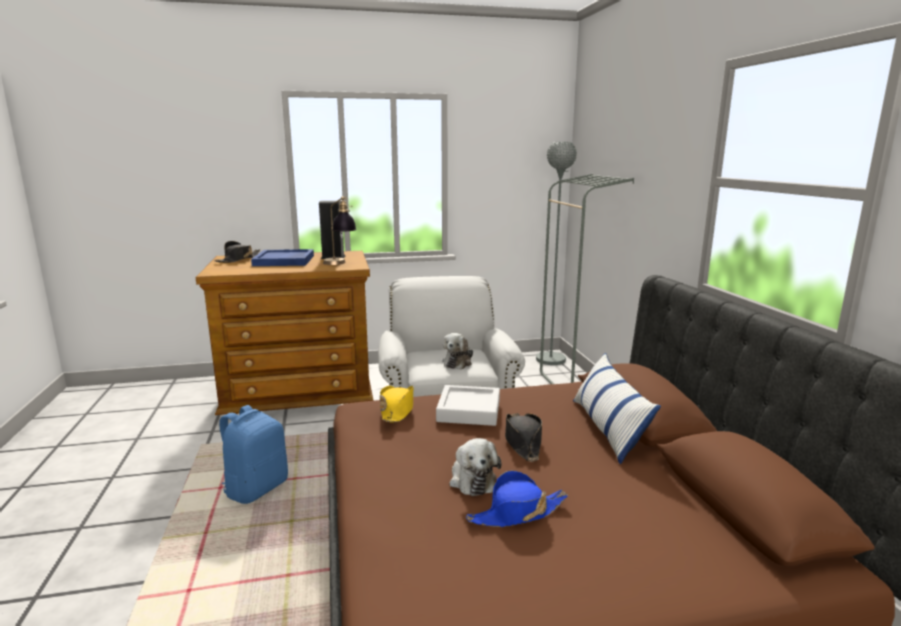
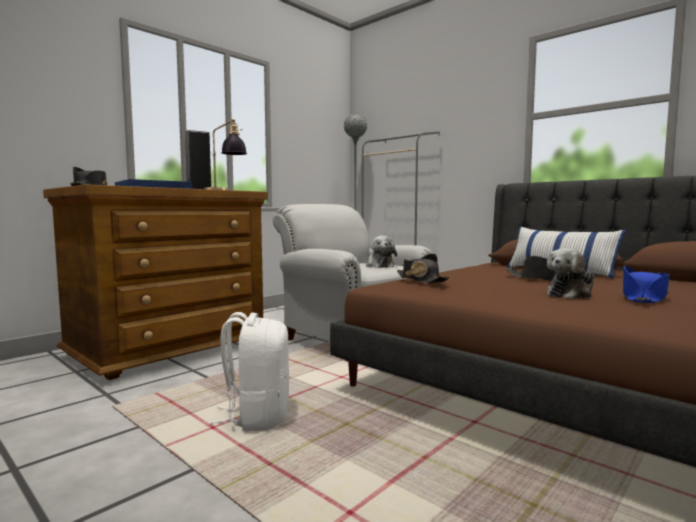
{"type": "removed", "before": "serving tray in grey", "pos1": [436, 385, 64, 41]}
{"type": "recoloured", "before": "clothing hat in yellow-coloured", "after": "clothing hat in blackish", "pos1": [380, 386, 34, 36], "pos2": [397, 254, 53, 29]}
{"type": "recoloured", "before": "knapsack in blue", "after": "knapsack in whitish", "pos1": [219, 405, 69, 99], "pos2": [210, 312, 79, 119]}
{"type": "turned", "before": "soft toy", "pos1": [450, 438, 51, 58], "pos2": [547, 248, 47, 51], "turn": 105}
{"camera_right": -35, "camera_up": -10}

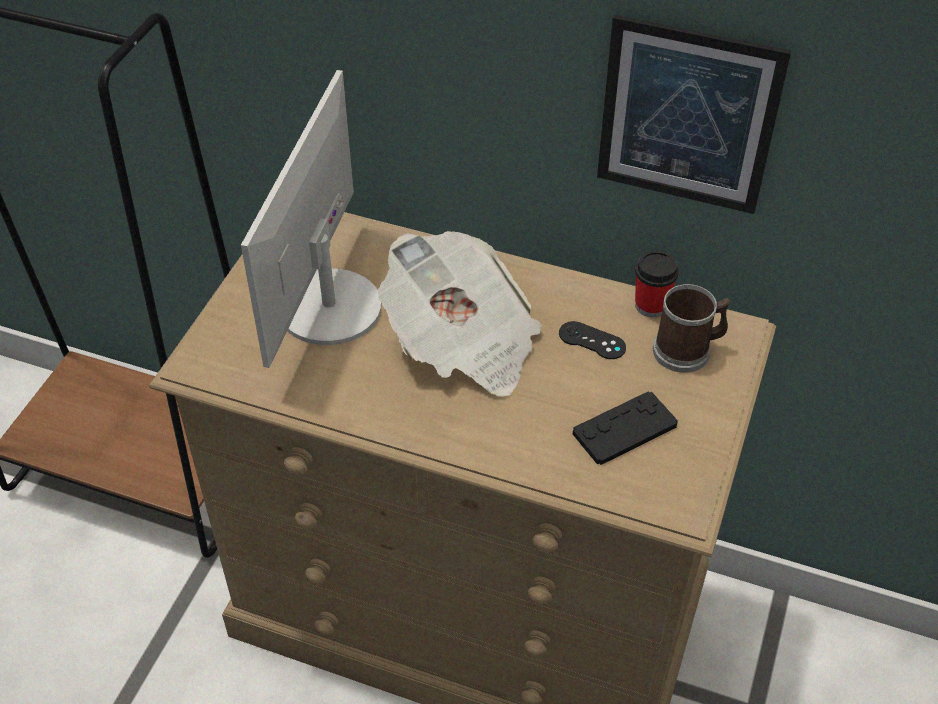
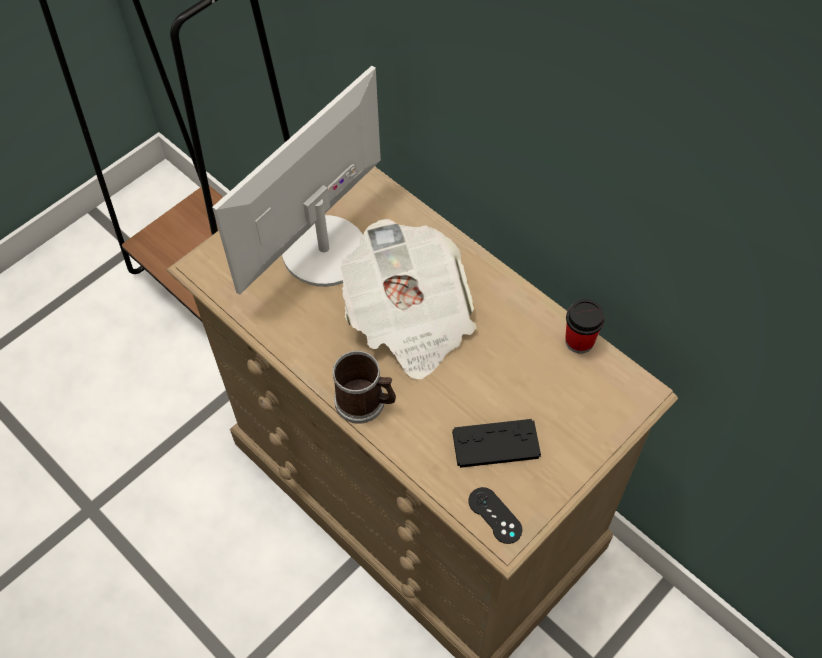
{"type": "removed", "before": "picture", "pos1": [597, 15, 194, 199]}
{"type": "moved", "before": "tea mug", "pos1": [653, 284, 78, 89], "pos2": [333, 351, 63, 73]}
{"type": "moved", "before": "joypad in blackish", "pos1": [559, 321, 67, 38], "pos2": [469, 487, 53, 57]}
{"camera_right": 25, "camera_up": 10}

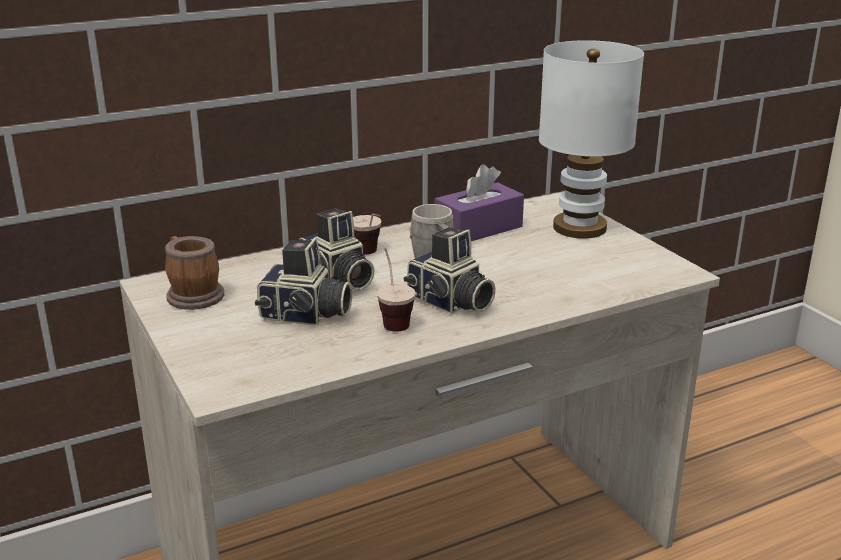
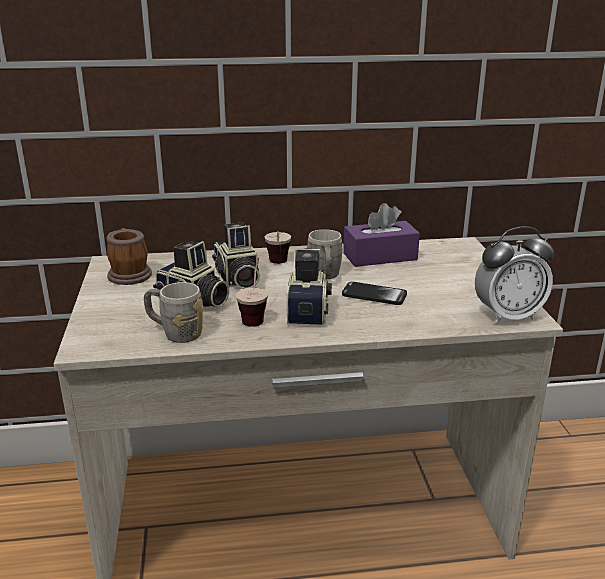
{"type": "removed", "before": "lamp for a table in whitish", "pos1": [539, 40, 105, 199]}
{"type": "turned", "before": "photo camera", "pos1": [404, 227, 92, 87], "pos2": [287, 248, 45, 77], "turn": -150}
{"type": "added", "after": "table clock", "pos2": [475, 226, 79, 98]}
{"type": "added", "after": "tea mug in grey", "pos2": [144, 282, 59, 61]}
{"type": "added", "after": "telephone", "pos2": [342, 282, 65, 23]}
{"camera_right": 20, "camera_up": 0}

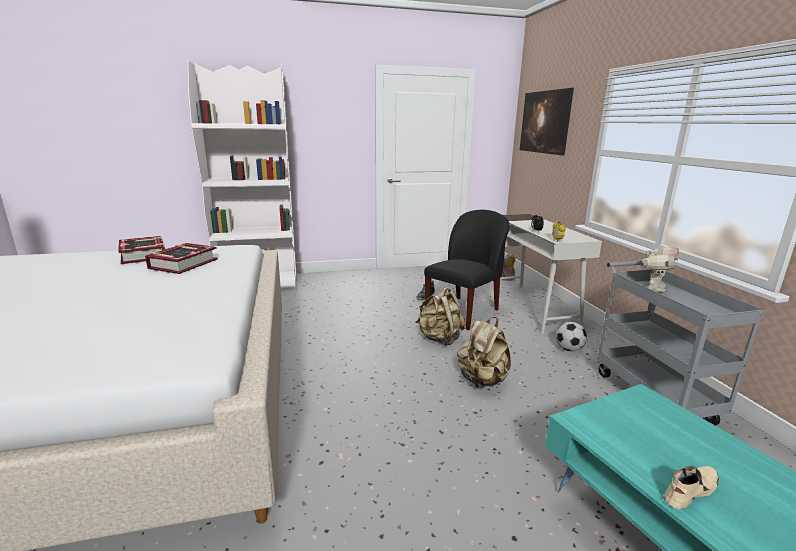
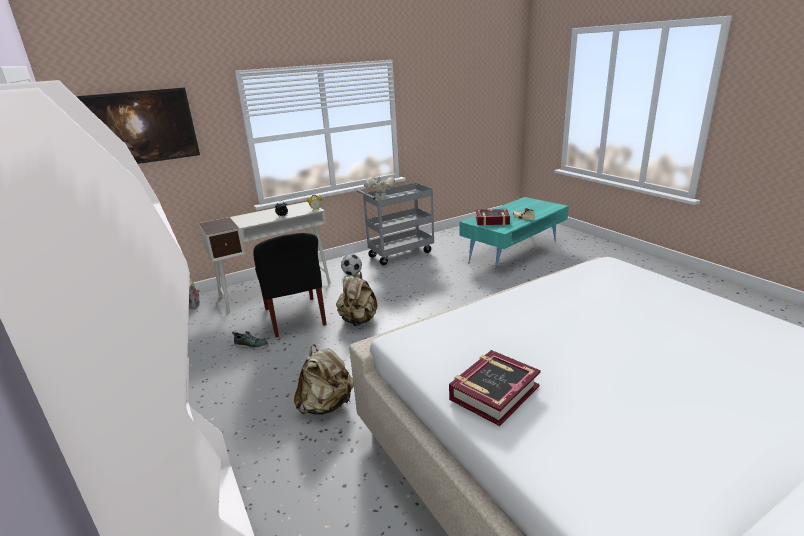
{"type": "turned", "before": "upright chair in blackish", "pos1": [424, 210, 86, 120], "pos2": [253, 233, 74, 104], "turn": -135}
{"type": "moved", "before": "bound book", "pos1": [145, 243, 73, 31], "pos2": [476, 209, 34, 17]}
{"type": "moved", "before": "knapsack in beige-coloured", "pos1": [457, 317, 54, 71], "pos2": [294, 344, 60, 71]}
{"camera_right": -105, "camera_up": 5}

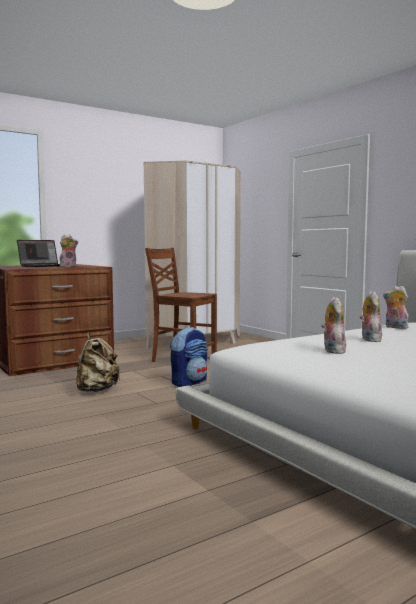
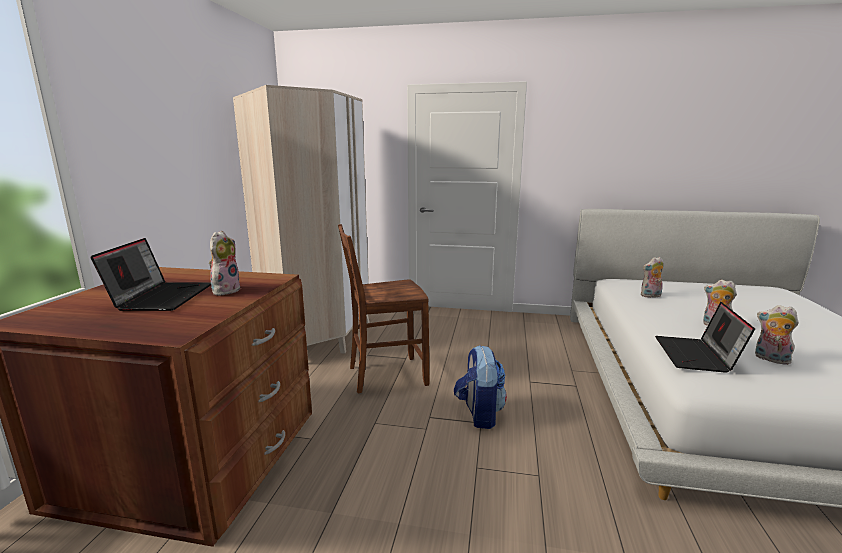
{"type": "removed", "before": "knapsack in beige-coloured", "pos1": [76, 332, 44, 60]}
{"type": "added", "after": "portable computer", "pos2": [655, 302, 100, 71]}
{"camera_right": -45, "camera_up": 10}

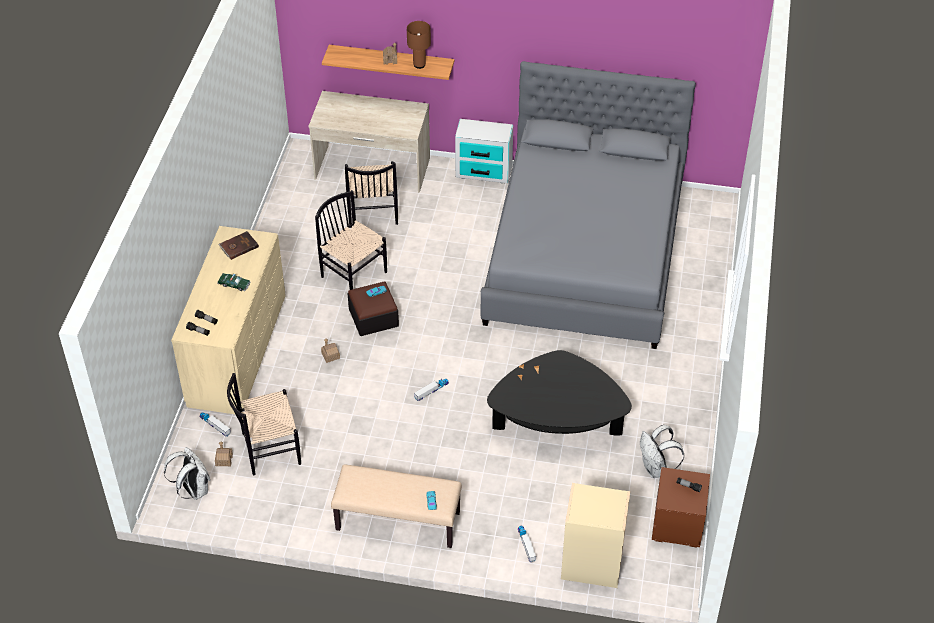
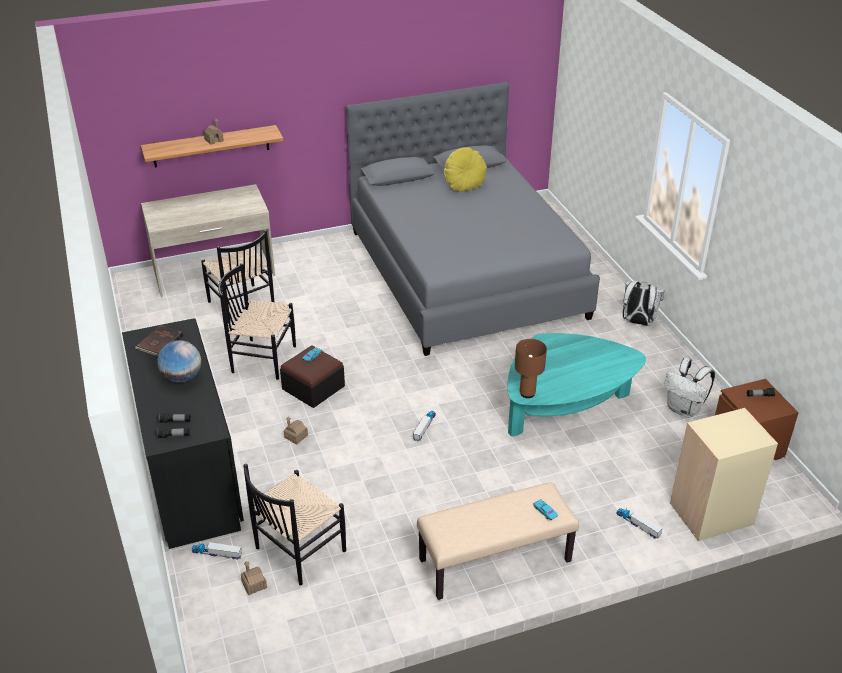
{"type": "moved", "before": "lamp for a table in brown-coloured", "pos1": [407, 21, 24, 48], "pos2": [515, 339, 32, 59]}
{"type": "removed", "before": "night table in whitish", "pos1": [455, 119, 58, 65]}
{"type": "recoloured", "before": "dresser in beige-coloured", "after": "dresser in blackish", "pos1": [171, 226, 115, 189], "pos2": [122, 318, 122, 231]}
{"type": "replaced", "before": "toy car", "after": "globe", "pos1": [217, 273, 33, 18], "pos2": [157, 340, 44, 43]}
{"type": "recoloured", "before": "coffee table in blackish", "after": "coffee table in turquoise", "pos1": [487, 350, 145, 86], "pos2": [507, 333, 139, 104]}
{"type": "moved", "before": "knapsack in whitish", "pos1": [164, 447, 46, 53], "pos2": [623, 281, 42, 45]}
{"type": "added", "after": "cushion in yellow-coloured", "pos2": [444, 147, 43, 45]}
{"camera_right": -30, "camera_up": -10}

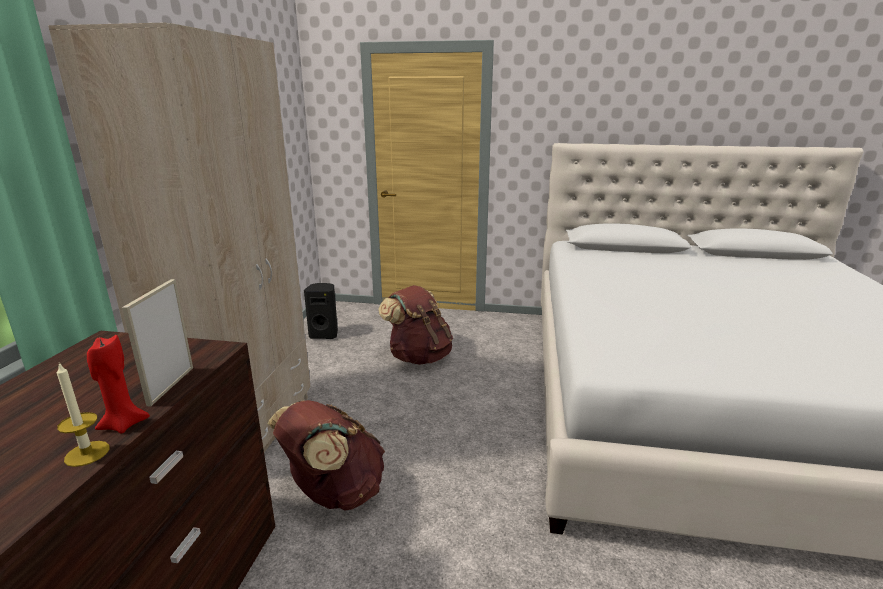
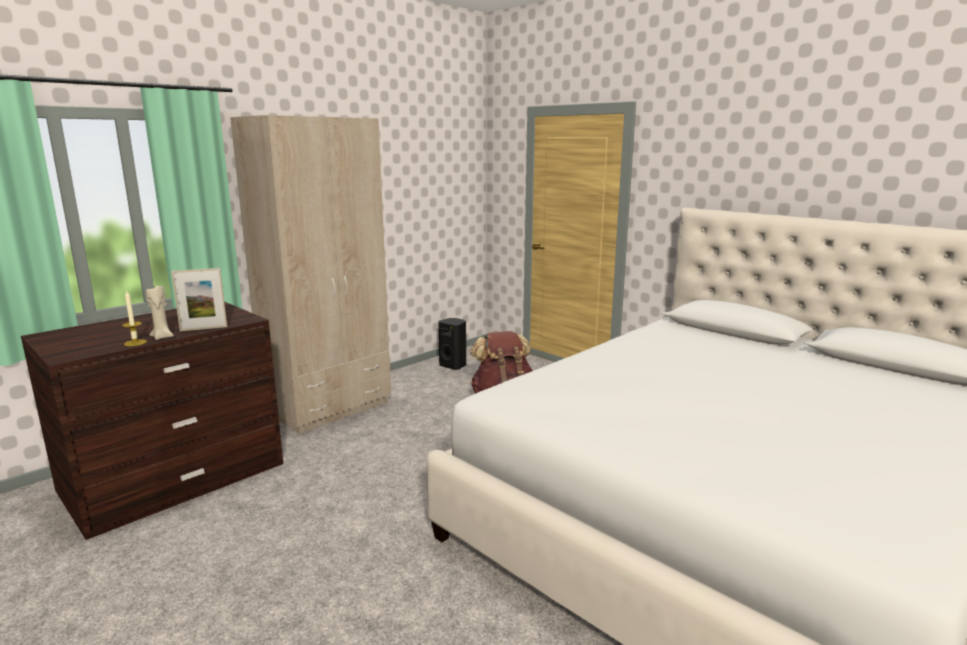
{"type": "turned", "before": "photo frame", "pos1": [122, 279, 71, 127], "pos2": [171, 268, 56, 63], "turn": -150}
{"type": "recoloured", "before": "wax candle in red-coloured", "after": "wax candle in beige-coloured", "pos1": [87, 335, 63, 99], "pos2": [146, 286, 28, 54]}
{"type": "removed", "before": "knapsack in brown-coloured", "pos1": [268, 400, 117, 110]}
{"camera_right": 35, "camera_up": -5}

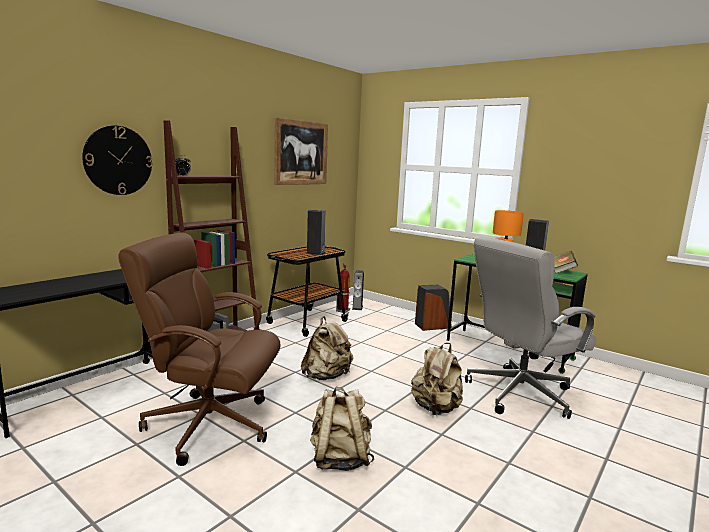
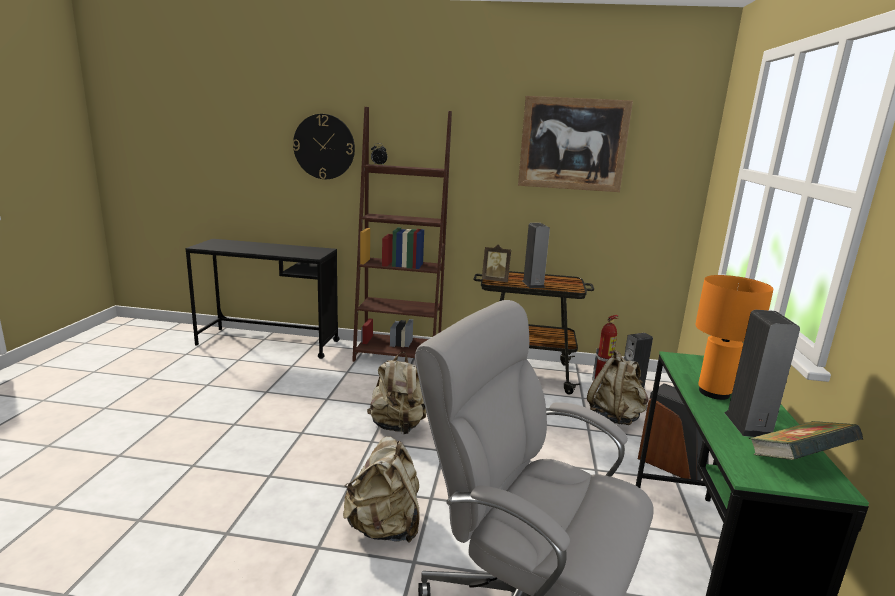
{"type": "removed", "before": "desk chair in brown-coloured", "pos1": [118, 232, 162, 234]}
{"type": "moved", "before": "knapsack in beige-coloured", "pos1": [310, 387, 64, 84], "pos2": [587, 350, 62, 75]}
{"type": "added", "after": "photo frame", "pos2": [482, 245, 29, 37]}
{"camera_right": 60, "camera_up": 5}

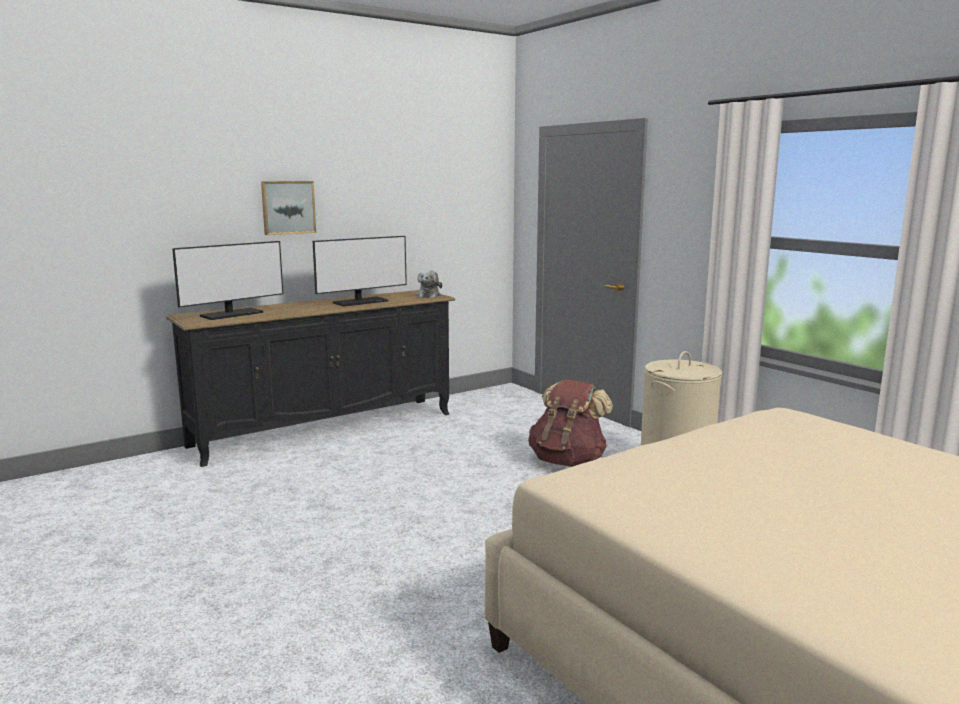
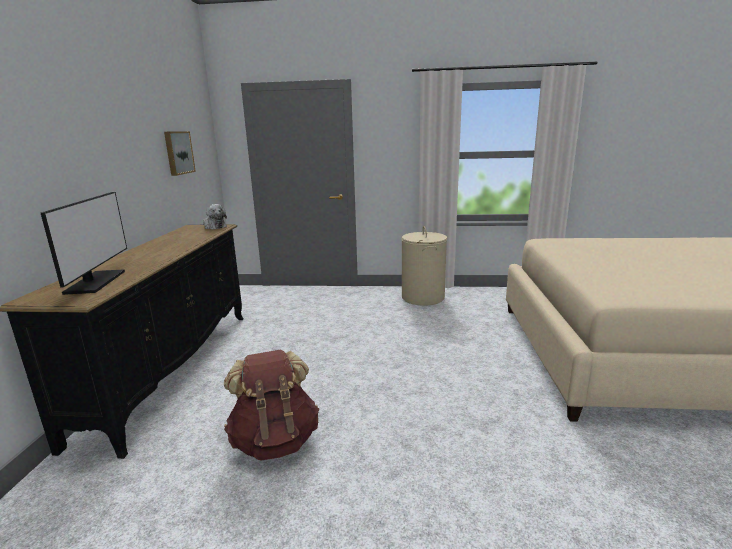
{"type": "moved", "before": "picture", "pos1": [261, 181, 55, 54], "pos2": [164, 131, 32, 45]}
{"type": "removed", "before": "monitor", "pos1": [313, 236, 94, 71]}
{"type": "moved", "before": "knapsack in brown-coloured", "pos1": [528, 380, 85, 87], "pos2": [224, 350, 95, 111]}
{"camera_right": -50, "camera_up": 5}

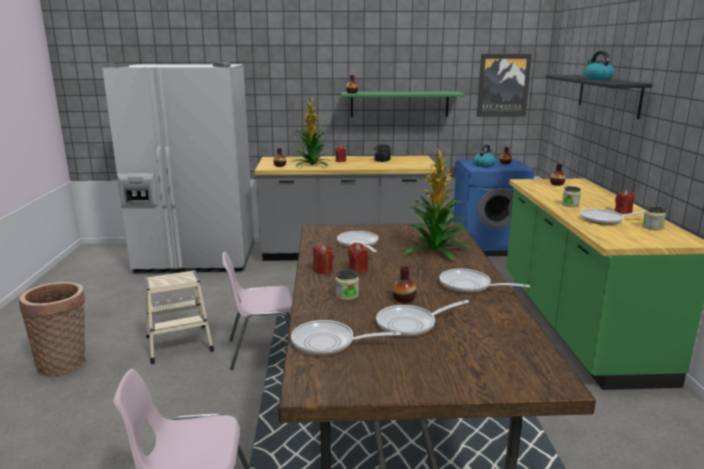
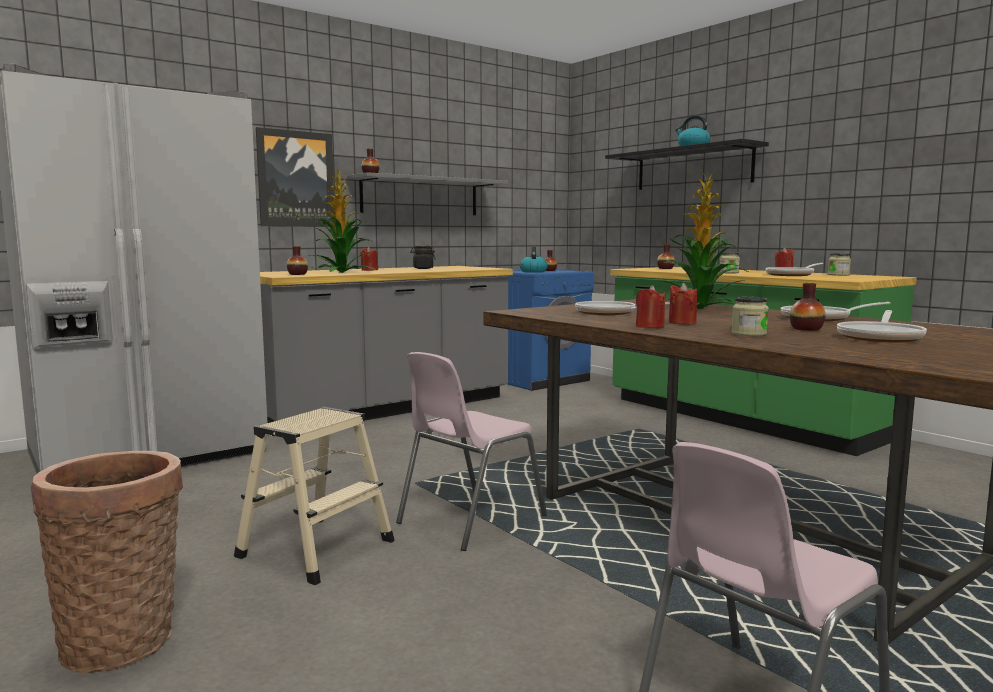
{"type": "moved", "before": "picture", "pos1": [477, 54, 55, 63], "pos2": [256, 127, 78, 100]}
{"type": "recoloured", "before": "wall shelf in greenish", "after": "wall shelf in grey", "pos1": [341, 91, 124, 26], "pos2": [347, 172, 161, 43]}
{"type": "removed", "before": "frying pan", "pos1": [291, 320, 110, 36]}
{"camera_right": -35, "camera_up": -10}

